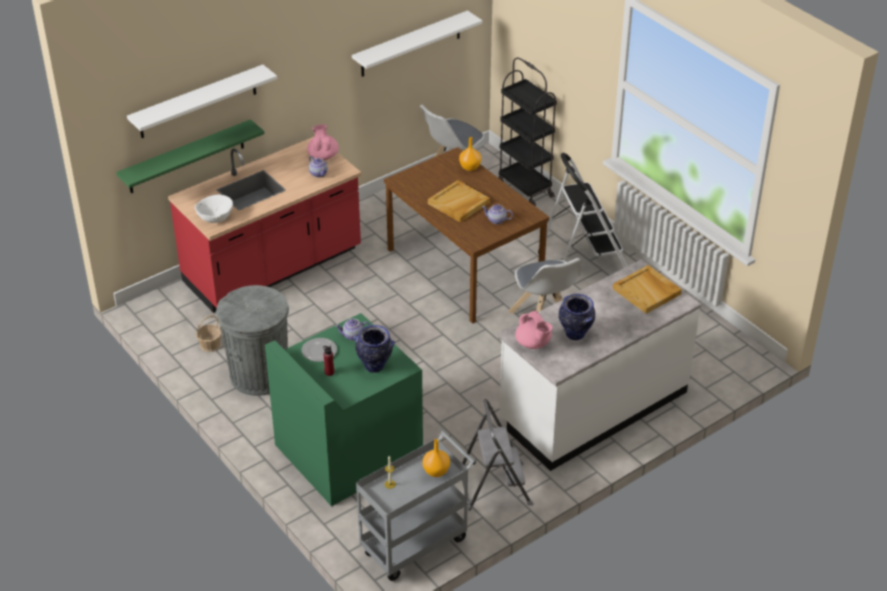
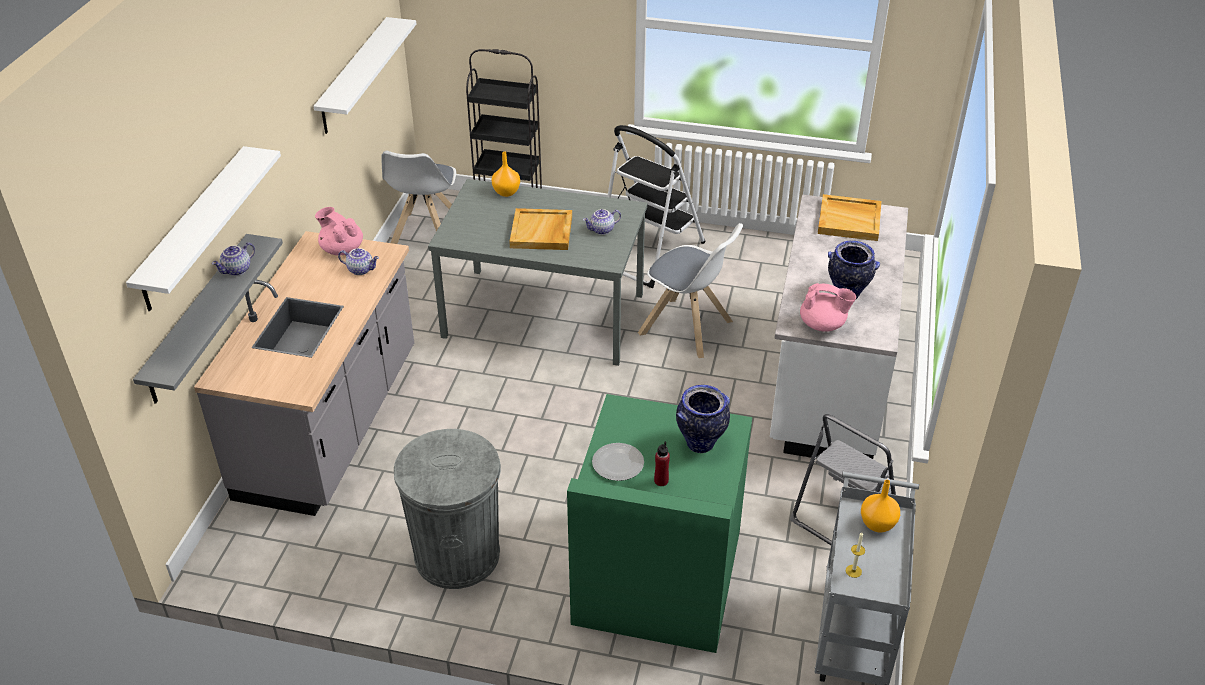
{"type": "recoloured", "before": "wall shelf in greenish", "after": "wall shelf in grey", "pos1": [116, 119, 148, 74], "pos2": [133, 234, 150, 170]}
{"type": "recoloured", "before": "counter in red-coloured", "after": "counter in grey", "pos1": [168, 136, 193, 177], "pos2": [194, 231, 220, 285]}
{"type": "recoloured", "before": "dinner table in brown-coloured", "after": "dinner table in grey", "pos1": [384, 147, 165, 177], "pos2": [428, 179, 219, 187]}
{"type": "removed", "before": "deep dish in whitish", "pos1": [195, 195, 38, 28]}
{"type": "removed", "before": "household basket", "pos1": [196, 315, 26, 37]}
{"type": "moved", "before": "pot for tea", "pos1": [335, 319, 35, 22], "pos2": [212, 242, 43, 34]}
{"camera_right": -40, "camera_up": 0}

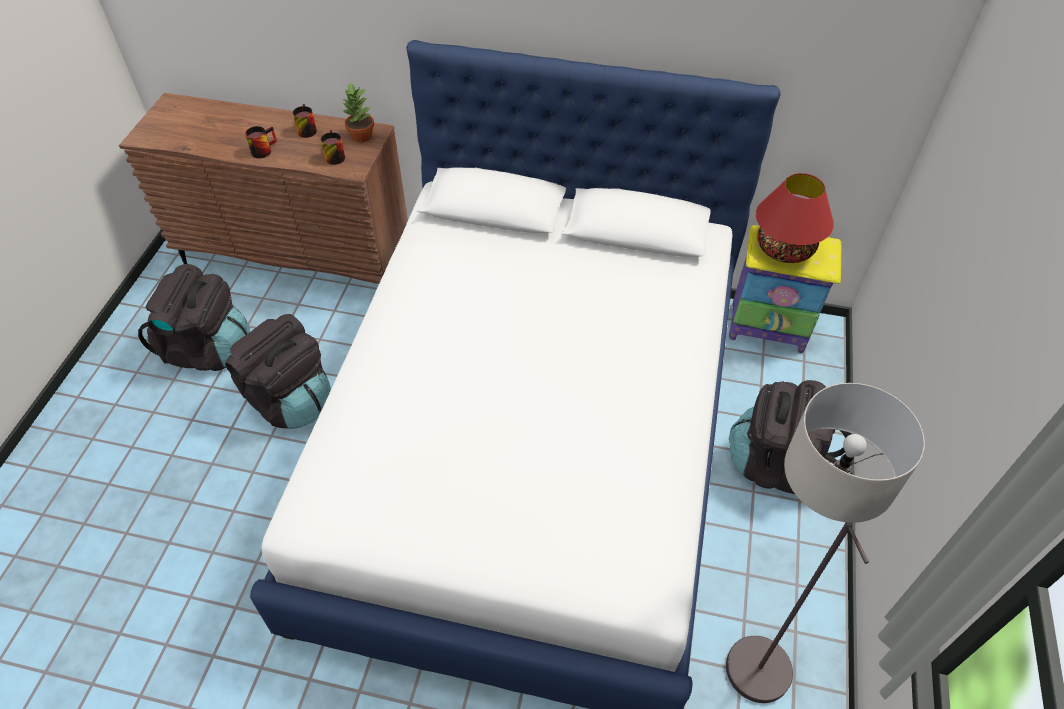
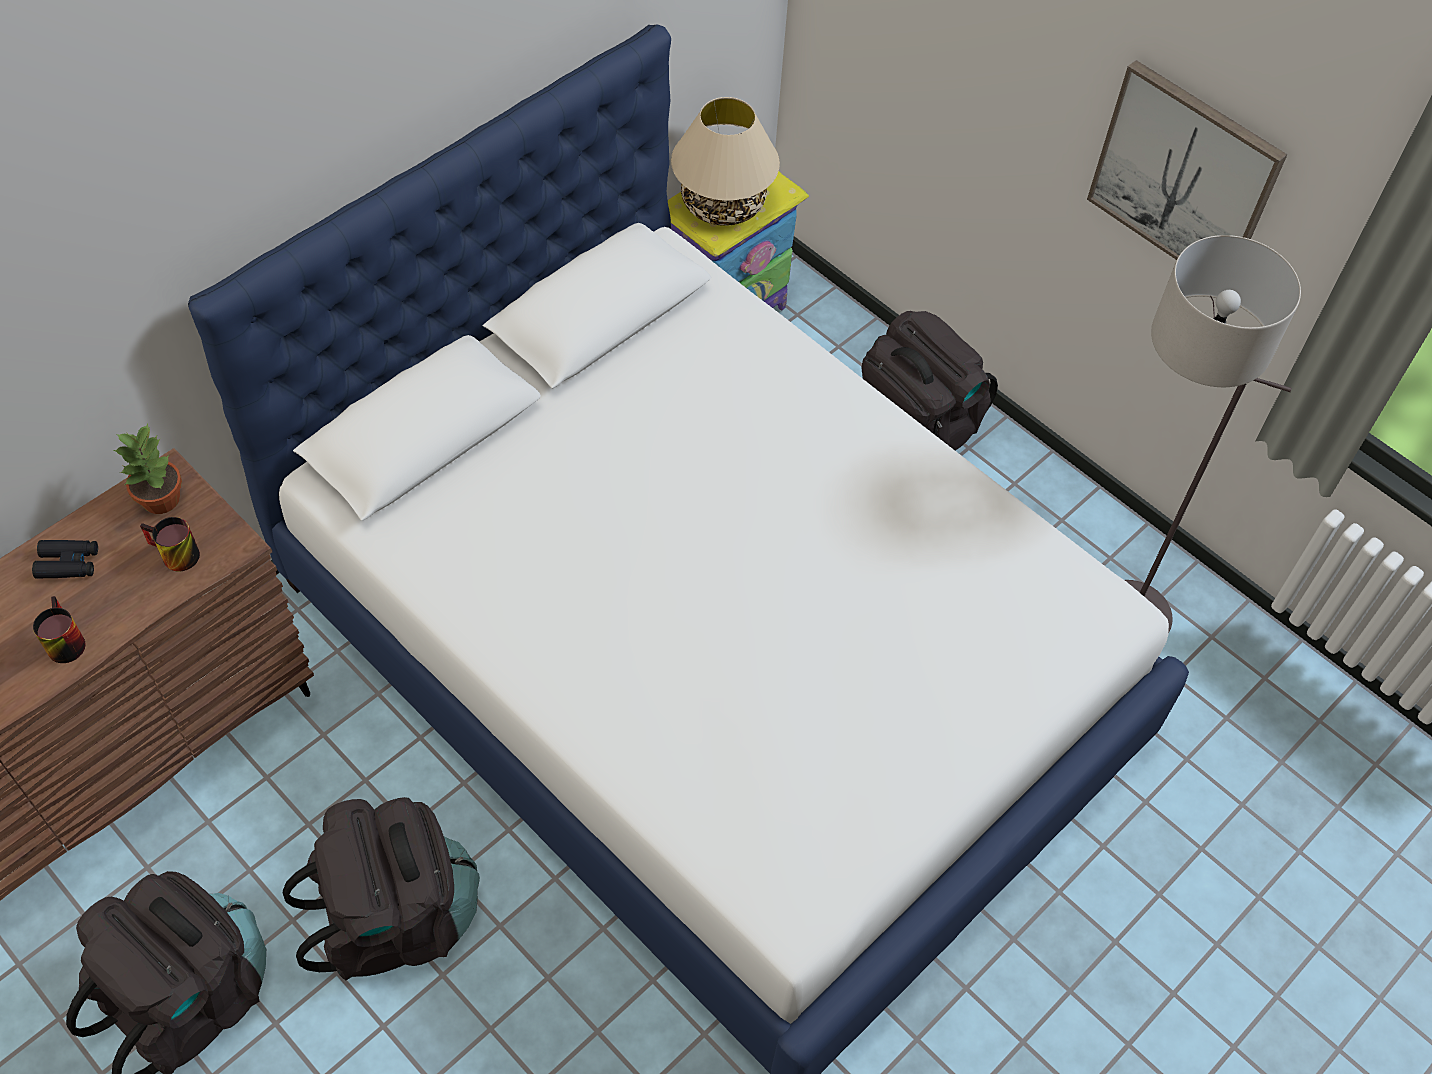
{"type": "replaced", "before": "tea mug", "after": "field glasses in blackish", "pos1": [293, 104, 24, 34], "pos2": [32, 540, 66, 39]}
{"type": "recoloured", "before": "lamp for a table in red-coloured", "after": "lamp for a table in beige-coloured", "pos1": [756, 173, 78, 90], "pos2": [671, 97, 109, 129]}
{"type": "added", "after": "picture", "pos2": [1087, 60, 200, 200]}
{"camera_right": -60, "camera_up": 5}

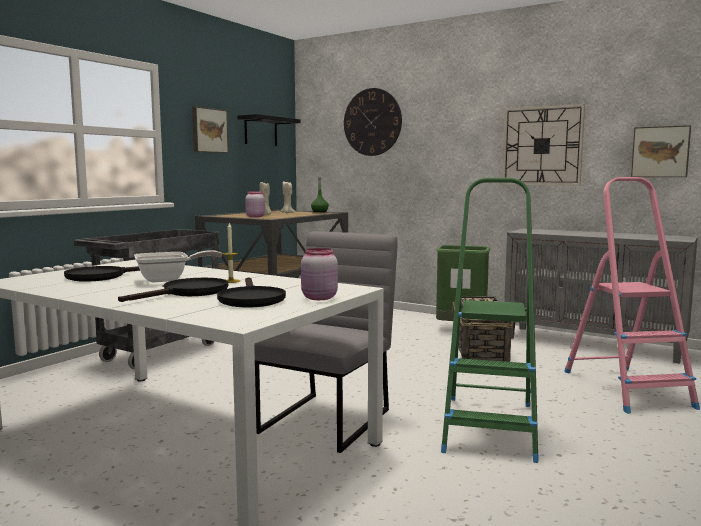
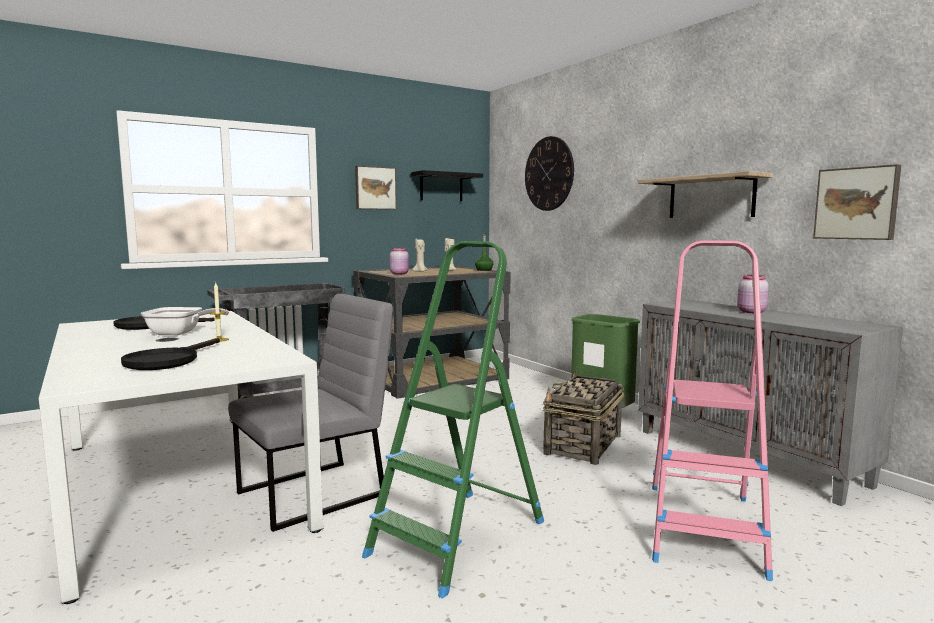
{"type": "replaced", "before": "hanging clock", "after": "wall shelf", "pos1": [502, 104, 83, 82], "pos2": [637, 171, 136, 47]}
{"type": "moved", "before": "storage jar in pink", "pos1": [301, 248, 37, 52], "pos2": [737, 275, 32, 38]}
{"type": "removed", "before": "frying pan in blackish", "pos1": [118, 278, 110, 24]}
{"camera_right": 25, "camera_up": 0}

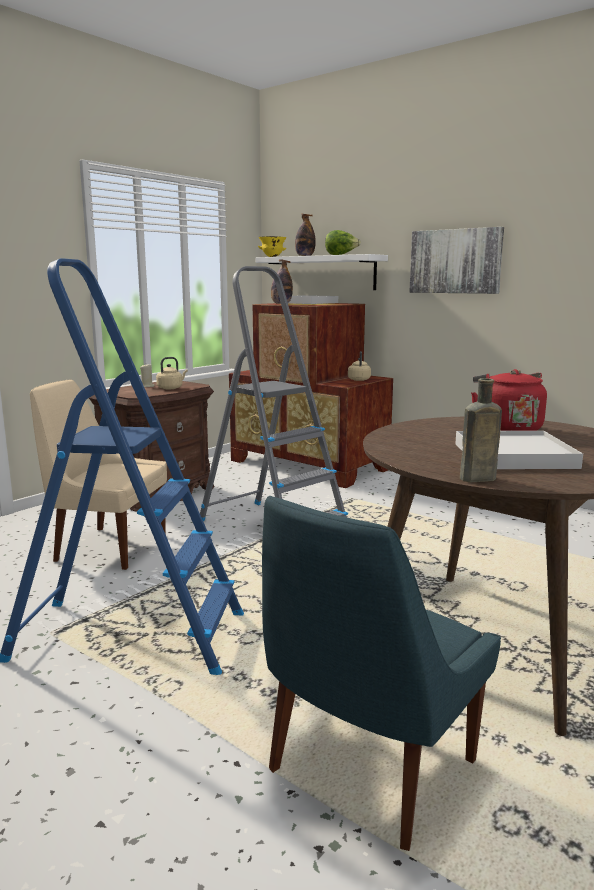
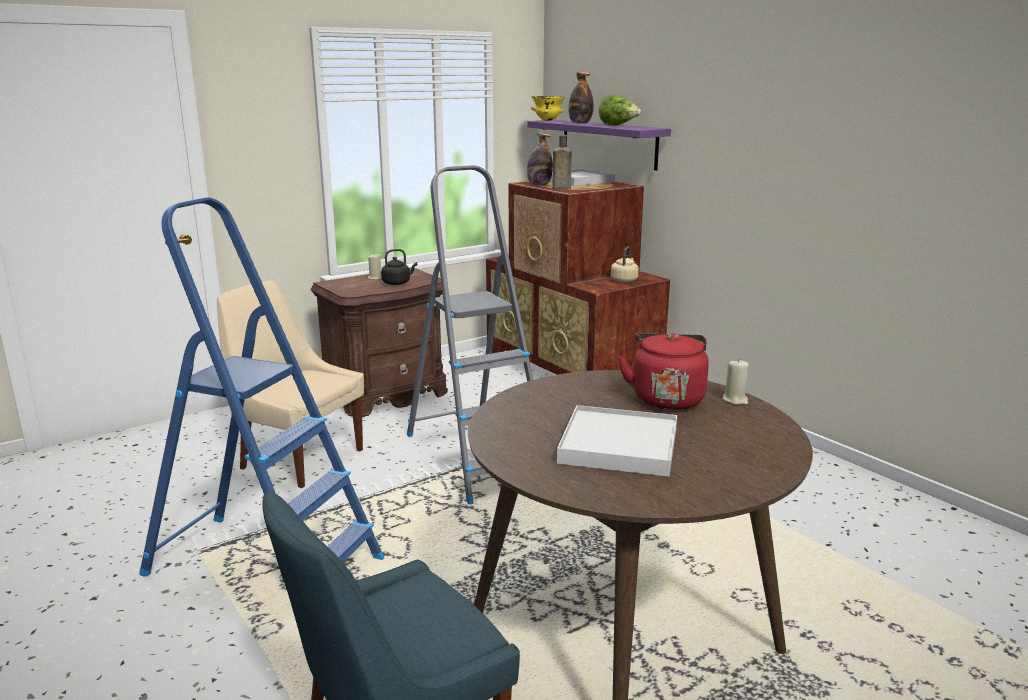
{"type": "removed", "before": "picture", "pos1": [409, 227, 95, 67]}
{"type": "recoloured", "before": "wall shelf in whitish", "after": "wall shelf in purple", "pos1": [256, 254, 132, 36], "pos2": [527, 120, 144, 50]}
{"type": "recoloured", "before": "tea kettle in beige-coloured", "after": "tea kettle in blackish", "pos1": [156, 357, 32, 32], "pos2": [381, 249, 36, 36]}
{"type": "moved", "before": "bottle in brown-coloured", "pos1": [460, 378, 42, 104], "pos2": [552, 135, 20, 55]}
{"type": "added", "after": "wax candle in beige-coloured", "pos2": [723, 359, 26, 46]}
{"camera_right": 15, "camera_up": 5}

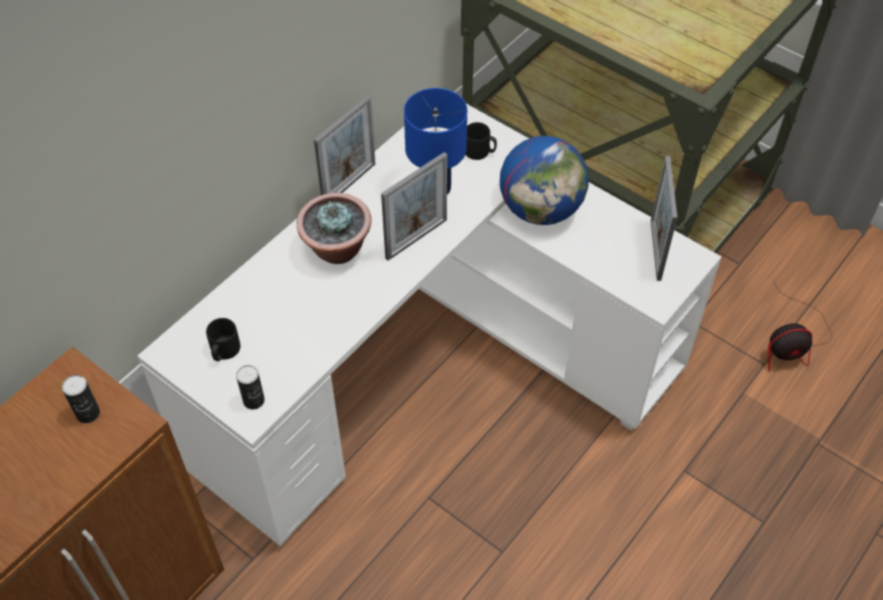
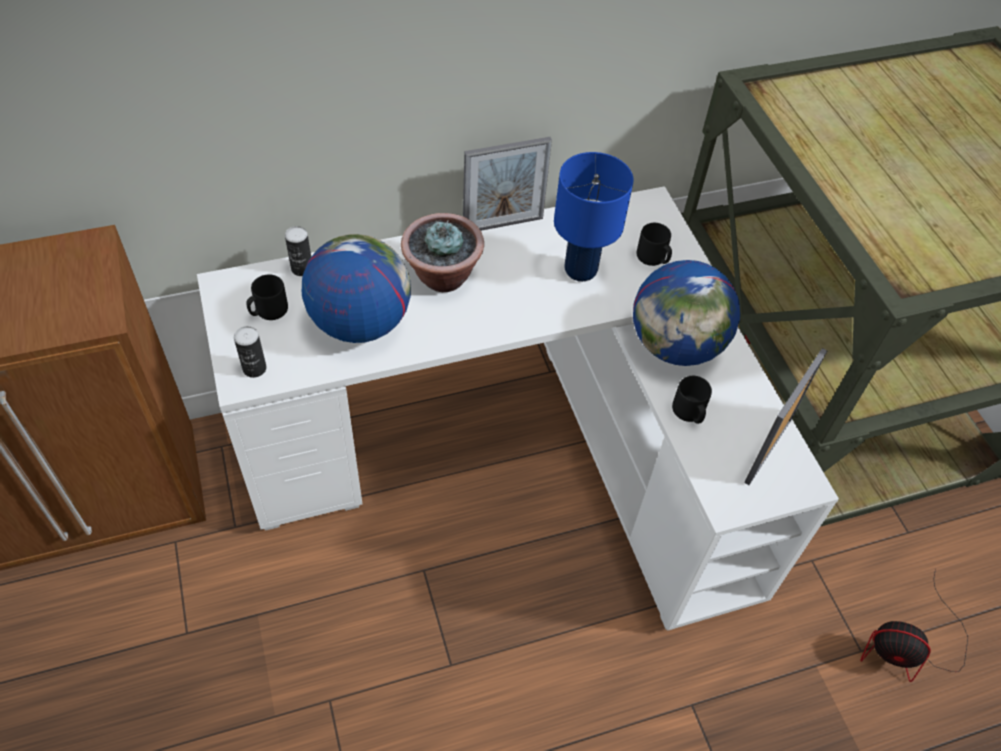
{"type": "removed", "before": "photo frame", "pos1": [381, 152, 66, 109]}
{"type": "moved", "before": "metal can", "pos1": [62, 375, 38, 48], "pos2": [285, 226, 26, 50]}
{"type": "added", "after": "globe", "pos2": [302, 234, 109, 109]}
{"type": "added", "after": "tea mug in blackish", "pos2": [672, 376, 40, 48]}
{"camera_right": 30, "camera_up": 0}

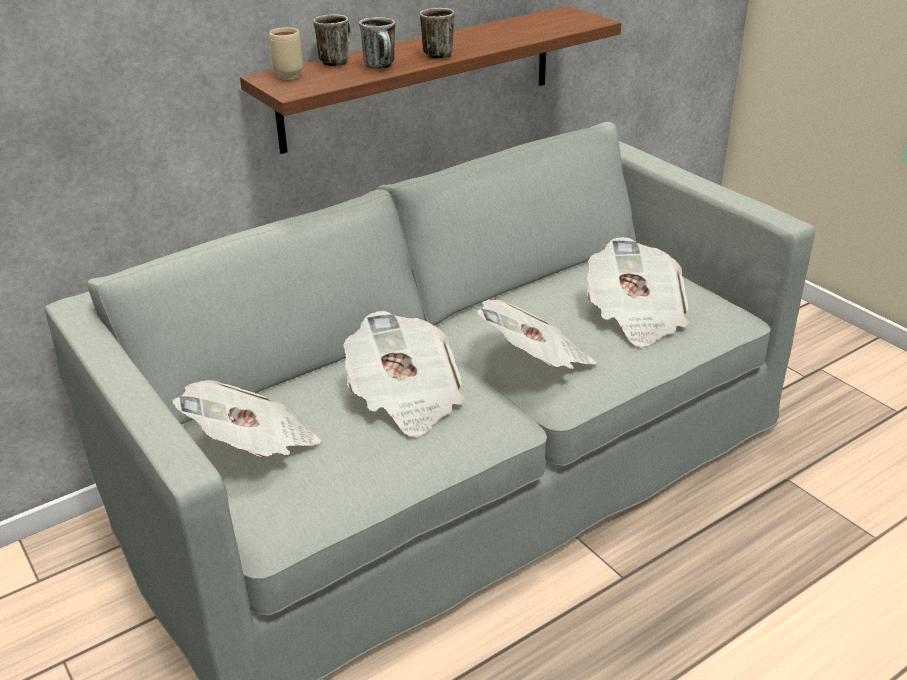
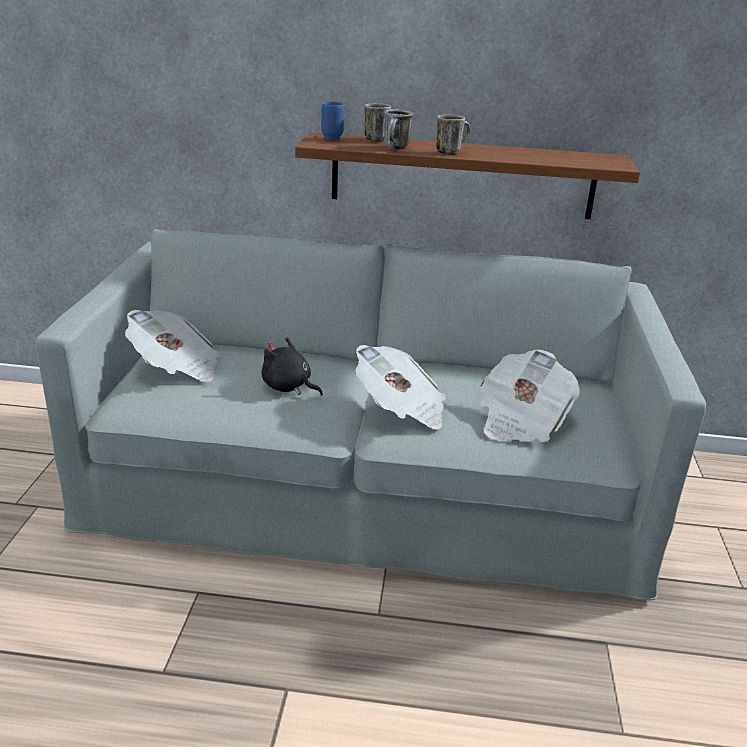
{"type": "recoloured", "before": "tea mug in beige-coloured", "after": "tea mug in blue", "pos1": [268, 27, 35, 53], "pos2": [321, 102, 23, 38]}
{"type": "replaced", "before": "newspaper", "after": "soft toy in blackish", "pos1": [343, 311, 122, 126], "pos2": [261, 338, 62, 58]}
{"camera_right": 40, "camera_up": -5}

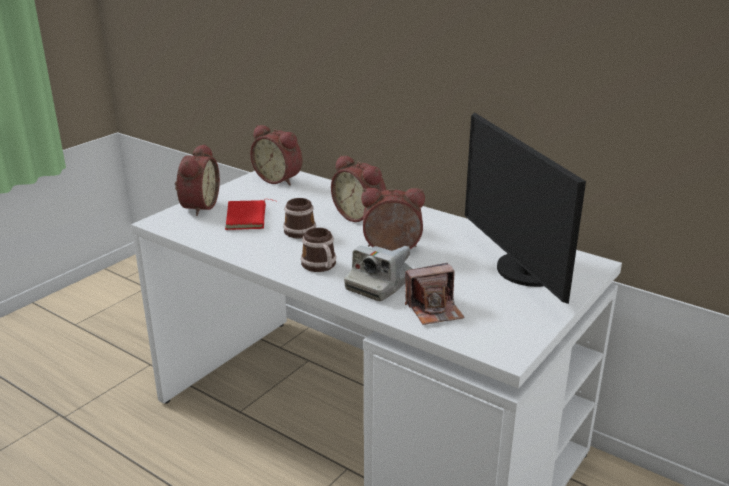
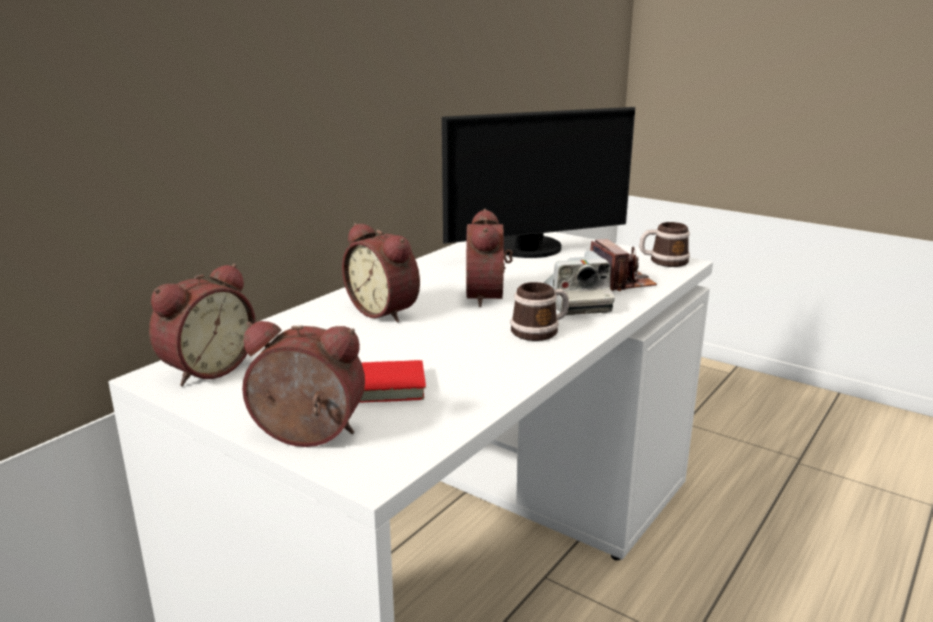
{"type": "turned", "before": "table clock", "pos1": [331, 155, 55, 67], "pos2": [342, 223, 78, 100], "turn": 90}
{"type": "moved", "before": "tea mug", "pos1": [283, 198, 33, 40], "pos2": [639, 222, 51, 45]}
{"type": "turned", "before": "photo camera", "pos1": [344, 245, 69, 56], "pos2": [544, 251, 70, 64], "turn": 45}
{"camera_right": -90, "camera_up": -5}

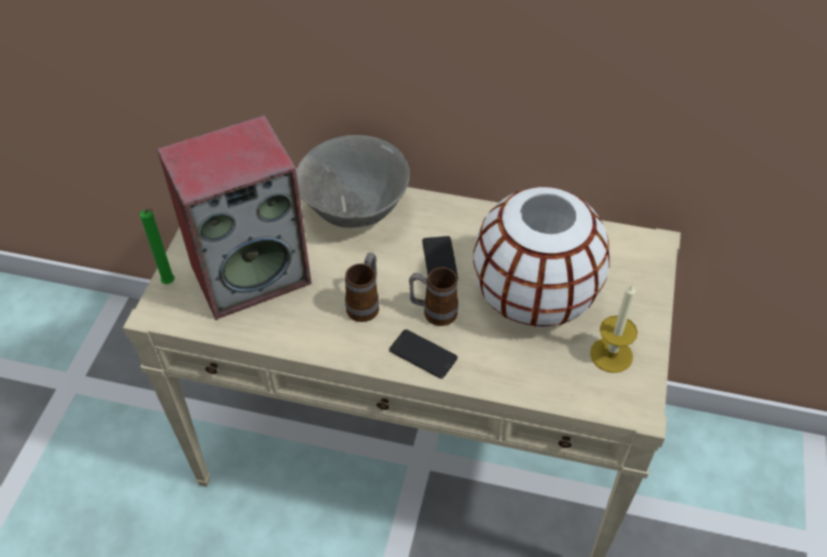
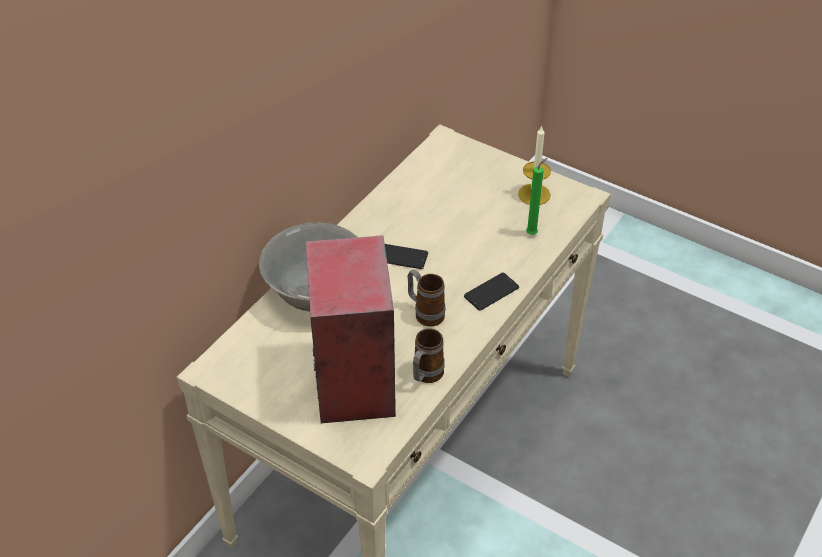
{"type": "removed", "before": "flower vase in whitish", "pos1": [473, 187, 137, 141]}
{"type": "moved", "before": "wax candle in greenish", "pos1": [140, 208, 35, 76], "pos2": [526, 158, 21, 77]}
{"type": "moved", "before": "tea mug", "pos1": [409, 267, 49, 59], "pos2": [413, 328, 32, 55]}
{"camera_right": -70, "camera_up": -5}

